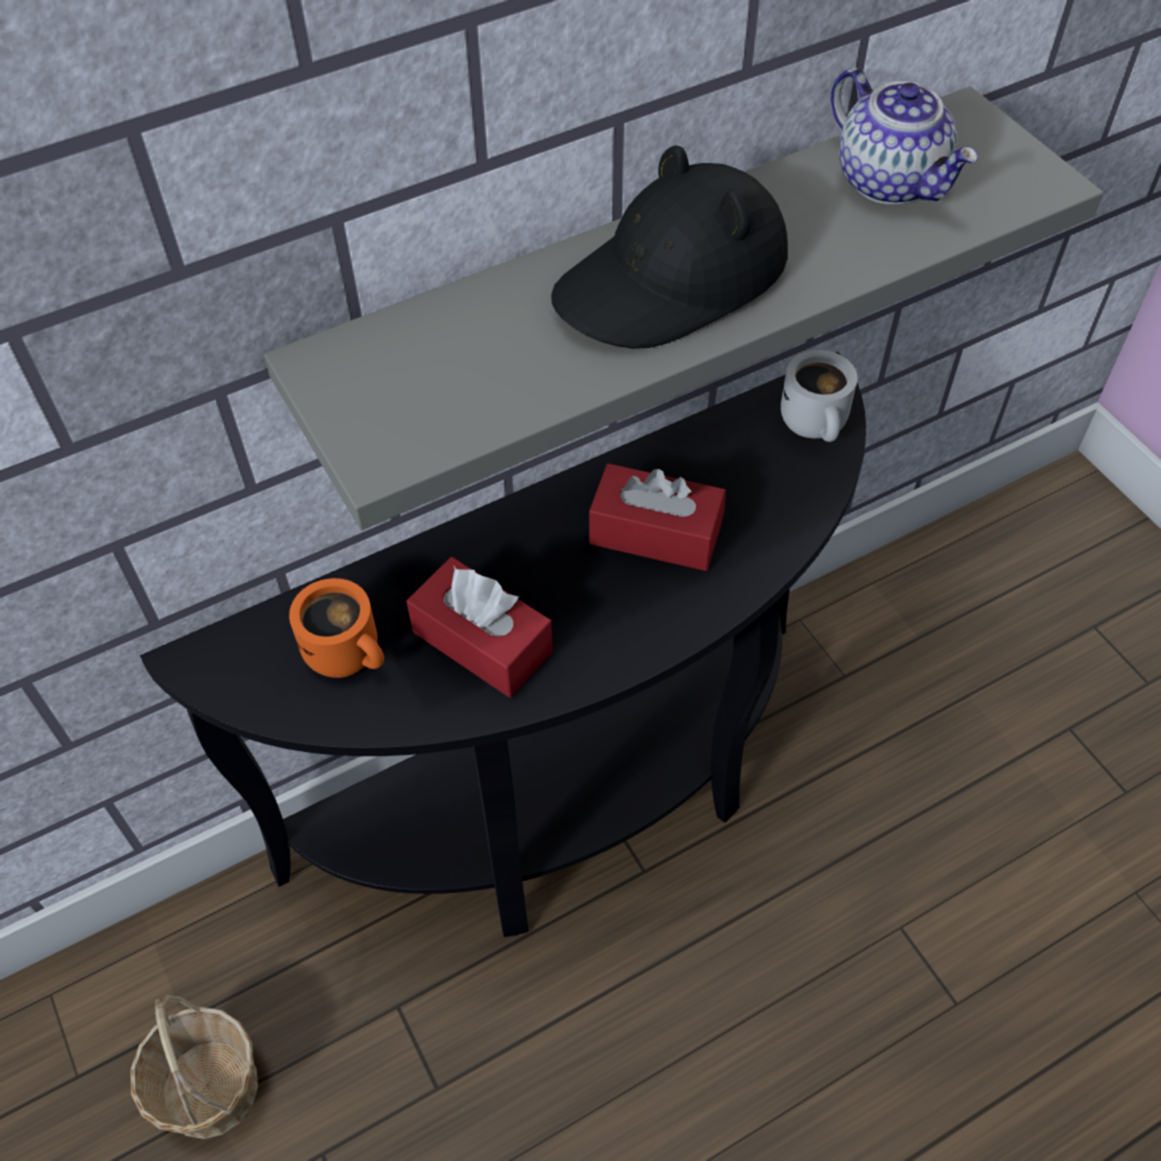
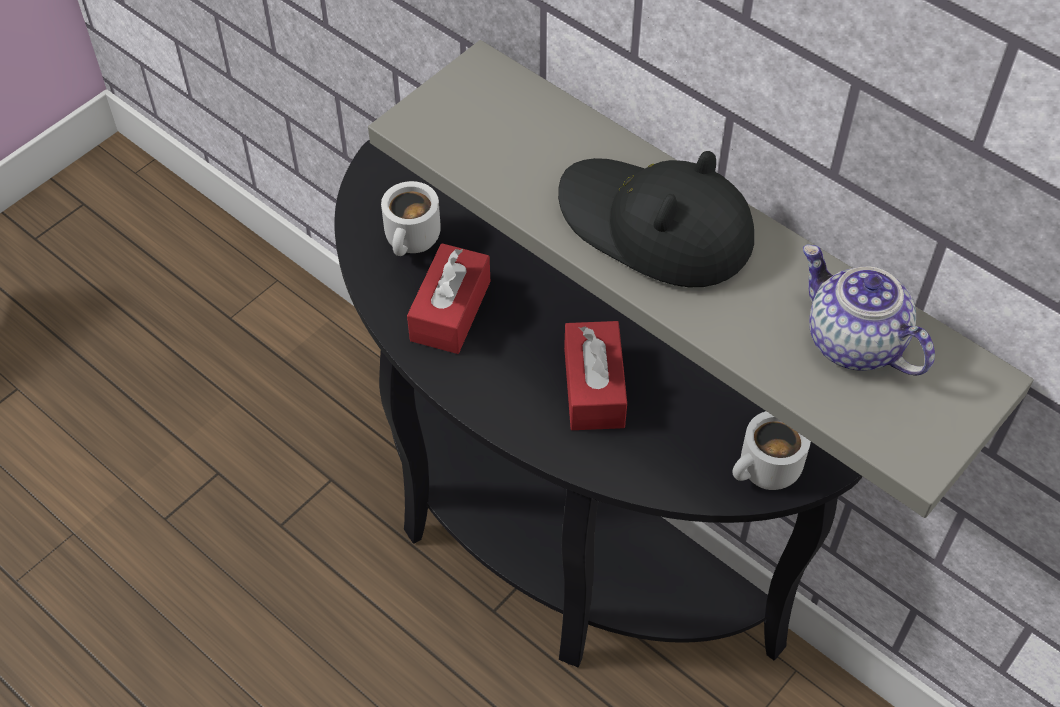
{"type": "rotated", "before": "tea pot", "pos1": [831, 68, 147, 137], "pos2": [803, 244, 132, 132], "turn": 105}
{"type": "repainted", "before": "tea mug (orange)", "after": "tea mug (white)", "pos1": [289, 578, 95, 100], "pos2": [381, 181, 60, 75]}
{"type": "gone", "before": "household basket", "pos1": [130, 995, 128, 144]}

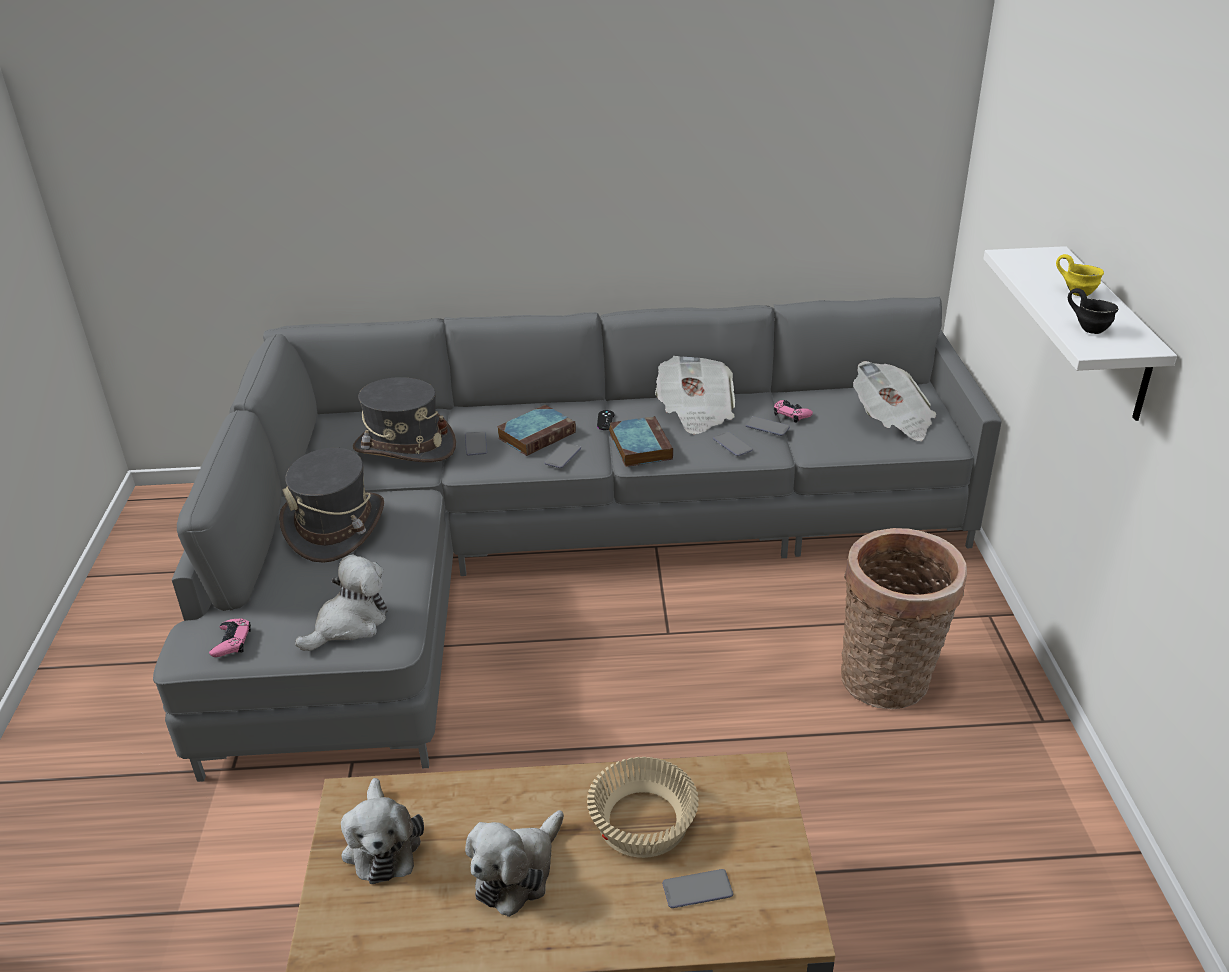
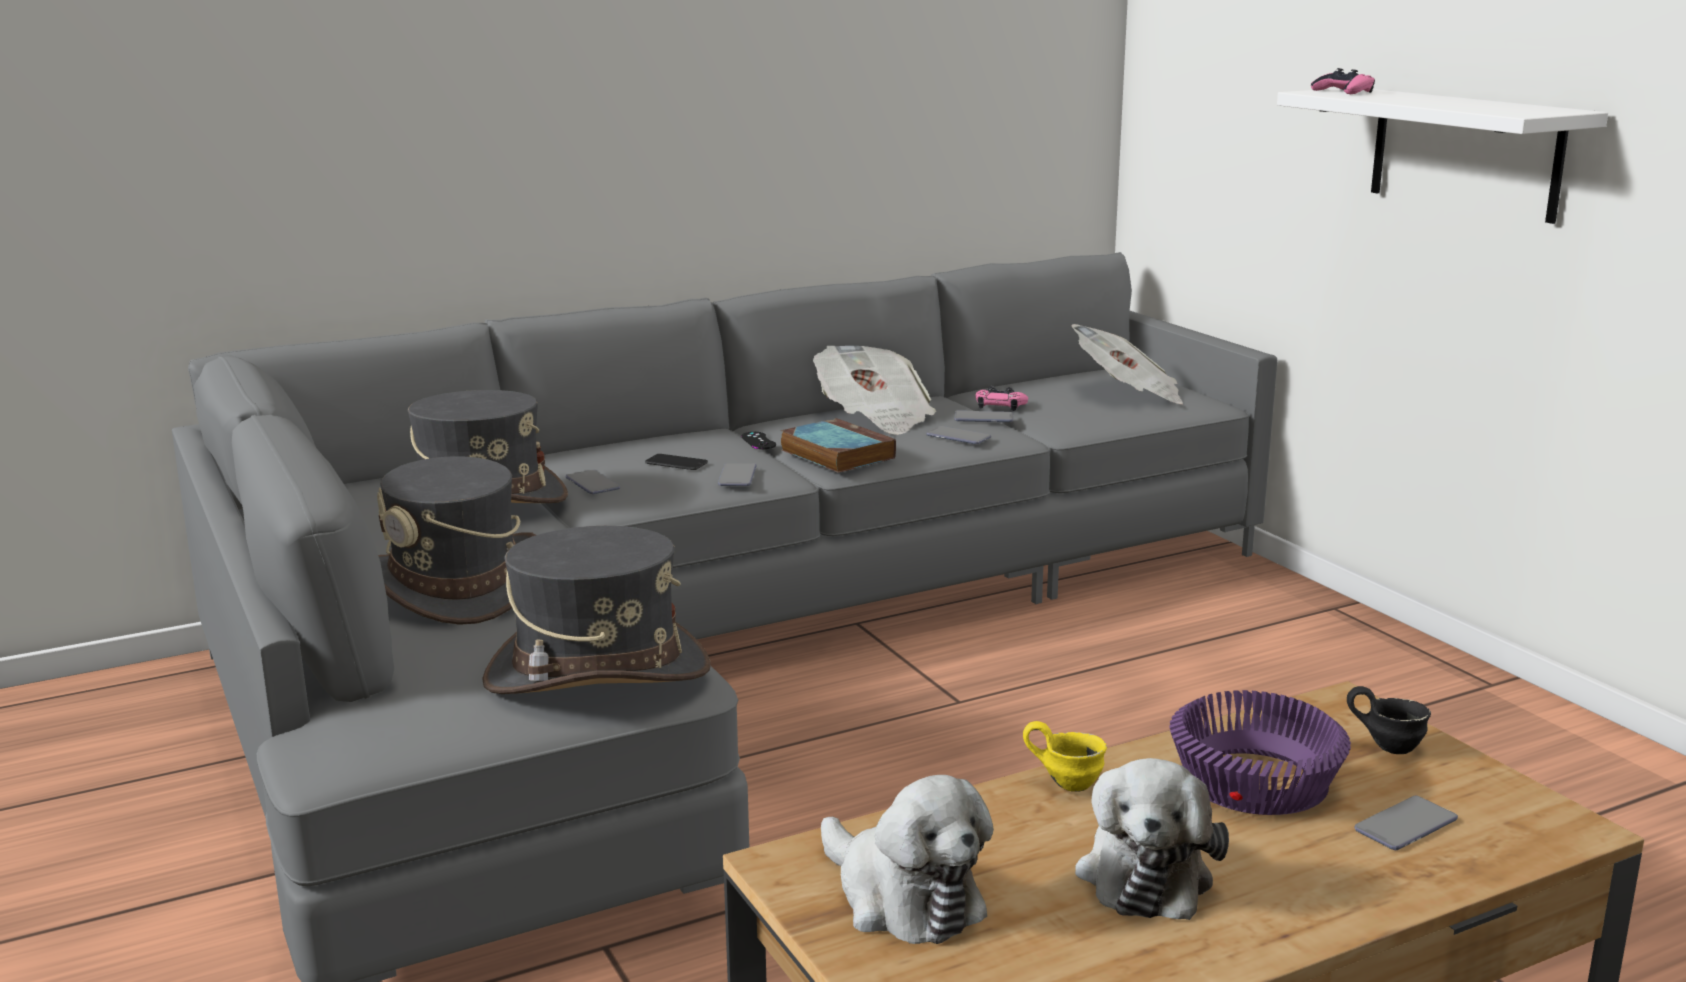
{"type": "shifted", "before": "tea mug (yellow)", "pos1": [1056, 254, 48, 42], "pos2": [1023, 721, 84, 71]}
{"type": "shifted", "before": "tea mug (black-coloured)", "pos1": [1068, 288, 50, 46], "pos2": [1347, 686, 84, 68]}
{"type": "swapped", "before": "bound book", "after": "handset", "pos1": [497, 405, 79, 51], "pos2": [645, 454, 63, 16]}
{"type": "gone", "before": "household basket", "pos1": [841, 528, 126, 181]}
{"type": "swapped", "before": "soft toy", "after": "hat (greyish)", "pos1": [295, 555, 92, 96], "pos2": [482, 526, 229, 168]}
{"type": "shifted", "before": "game controller (pink-coloured)", "pos1": [209, 619, 42, 38], "pos2": [1311, 68, 64, 26]}
{"type": "repainted", "before": "serving bowl (beige)", "after": "serving bowl (purple)", "pos1": [587, 757, 112, 101], "pos2": [1169, 690, 182, 125]}

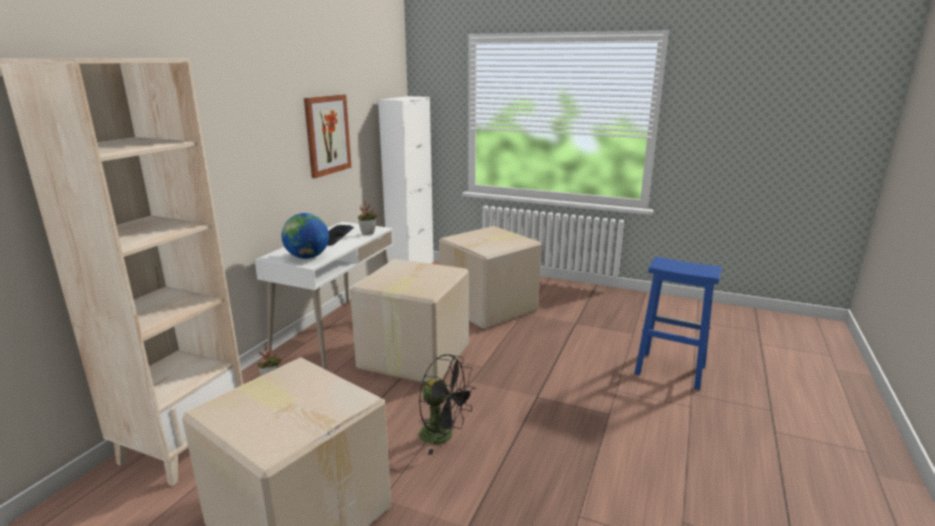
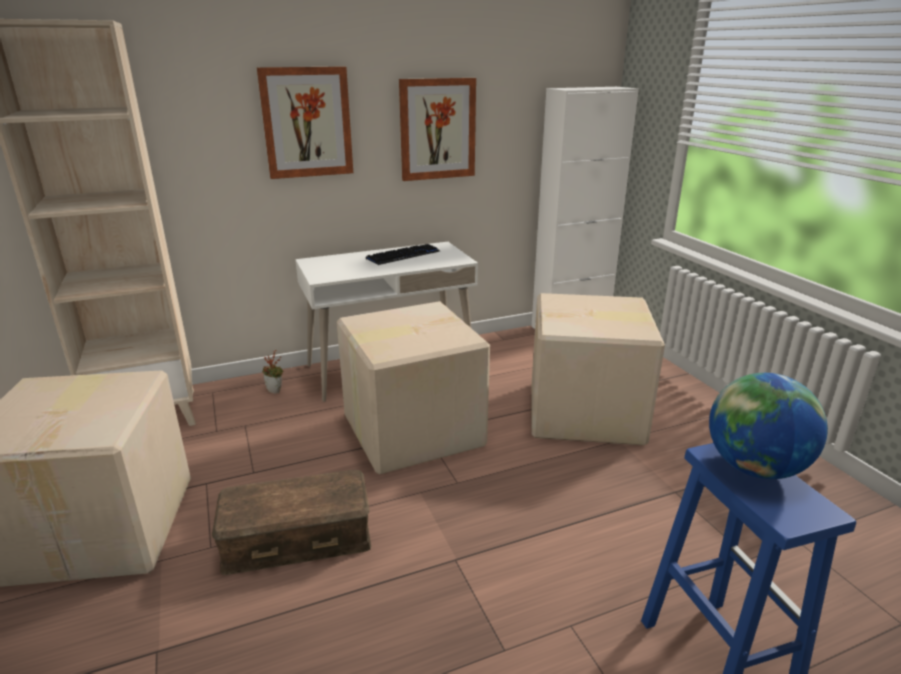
{"type": "gone", "before": "potted plant", "pos1": [358, 200, 20, 35]}
{"type": "shifted", "before": "desk globe", "pos1": [281, 213, 48, 46], "pos2": [709, 373, 119, 106]}
{"type": "swapped", "before": "cooling fan (black-coloured)", "after": "storage container (brown-coloured)", "pos1": [419, 354, 57, 101], "pos2": [212, 470, 159, 105]}
{"type": "new", "after": "wall picture", "pos2": [257, 67, 96, 112]}

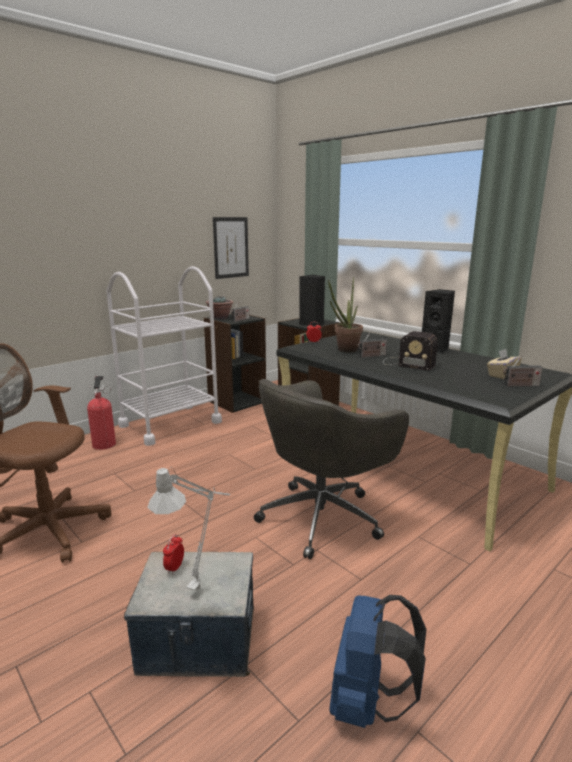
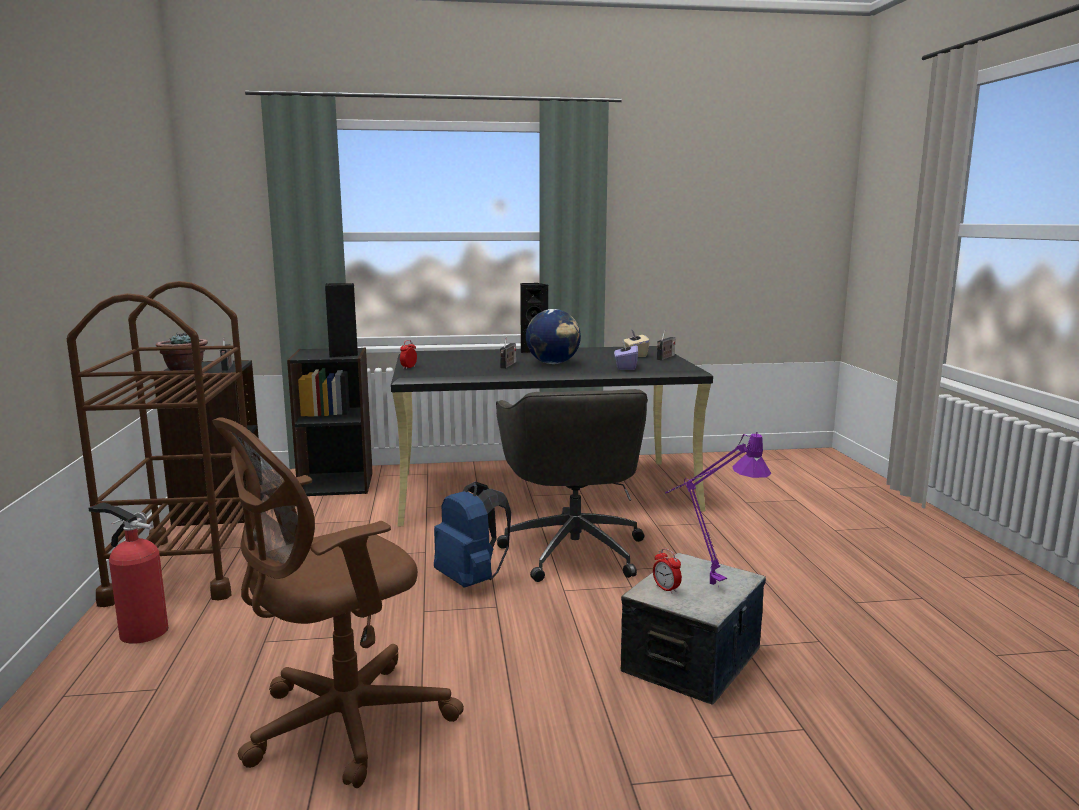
{"type": "gone", "before": "wall picture", "pos1": [213, 217, 36, 62]}
{"type": "repainted", "before": "wheeled cart (white)", "after": "wheeled cart (brown-coloured)", "pos1": [107, 266, 115, 180], "pos2": [67, 281, 189, 326]}
{"type": "gone", "before": "potted plant", "pos1": [328, 277, 35, 75]}
{"type": "swapped", "before": "radio receiver", "after": "desk globe", "pos1": [383, 331, 55, 40], "pos2": [526, 309, 55, 55]}
{"type": "repainted", "before": "lamp for a table (greyish)", "after": "lamp for a table (purple)", "pos1": [147, 466, 83, 128], "pos2": [665, 432, 107, 155]}
{"type": "shifted", "before": "rucksack (bluish)", "pos1": [330, 595, 97, 133], "pos2": [434, 482, 77, 106]}
{"type": "new", "after": "tissue holder (purple)", "pos2": [614, 339, 24, 31]}

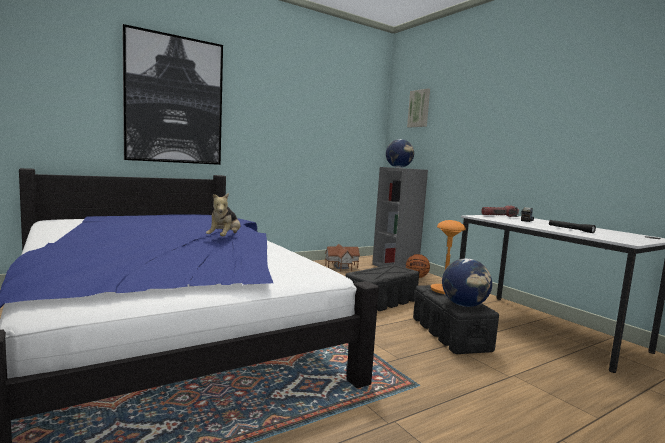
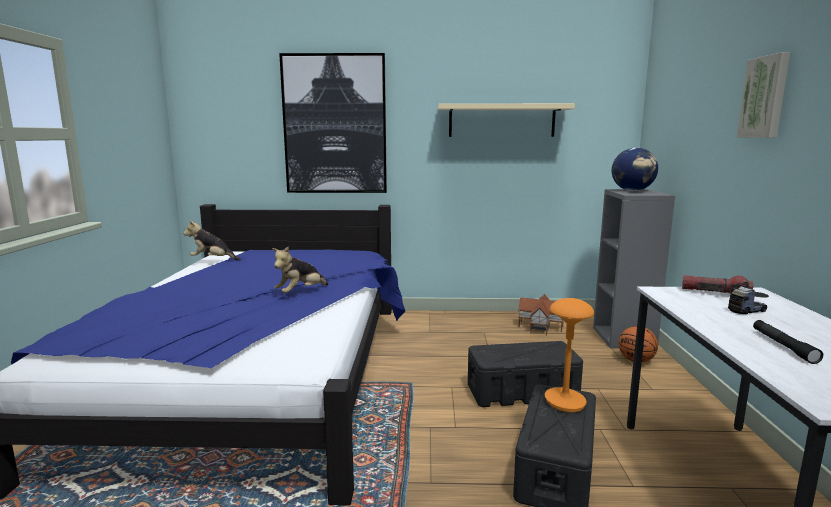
{"type": "shifted", "before": "wall picture", "pos1": [407, 88, 23, 40], "pos2": [737, 52, 53, 86]}
{"type": "gone", "before": "desk globe", "pos1": [442, 258, 50, 49]}
{"type": "new", "after": "shelf (beige)", "pos2": [438, 103, 137, 34]}
{"type": "new", "after": "soft toy", "pos2": [183, 220, 58, 41]}

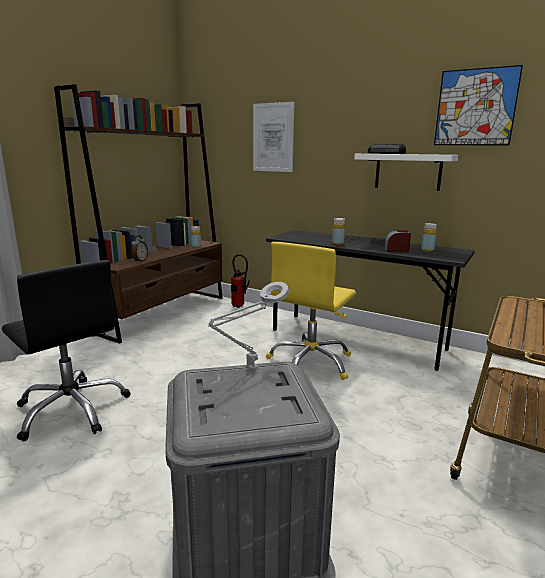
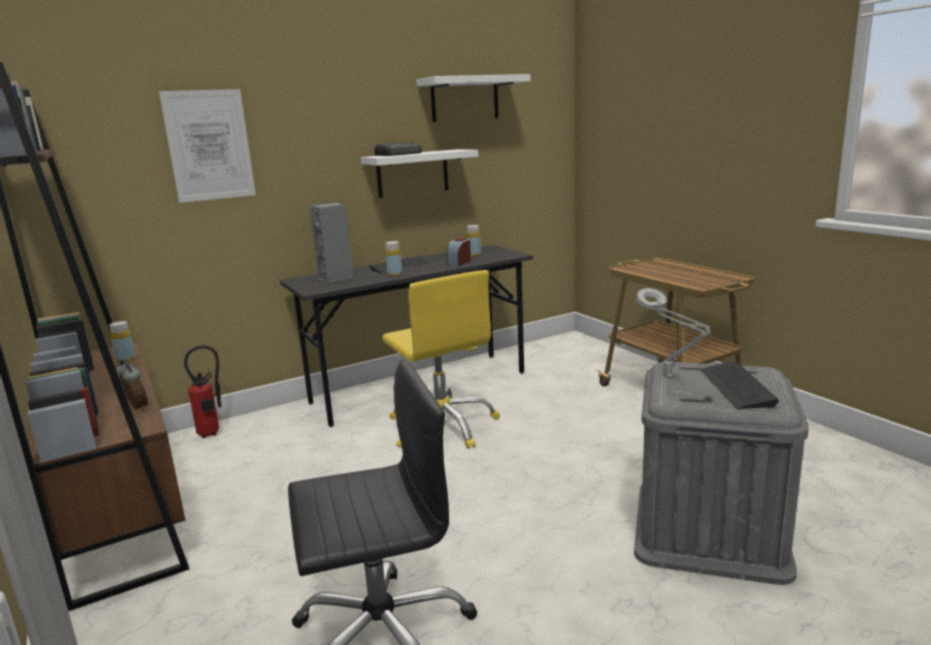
{"type": "swapped", "before": "wall picture", "after": "shelf (white)", "pos1": [434, 65, 89, 80], "pos2": [416, 74, 115, 48]}
{"type": "new", "after": "speaker (greyish)", "pos2": [309, 202, 44, 81]}
{"type": "new", "after": "PC keyboard", "pos2": [701, 361, 79, 48]}

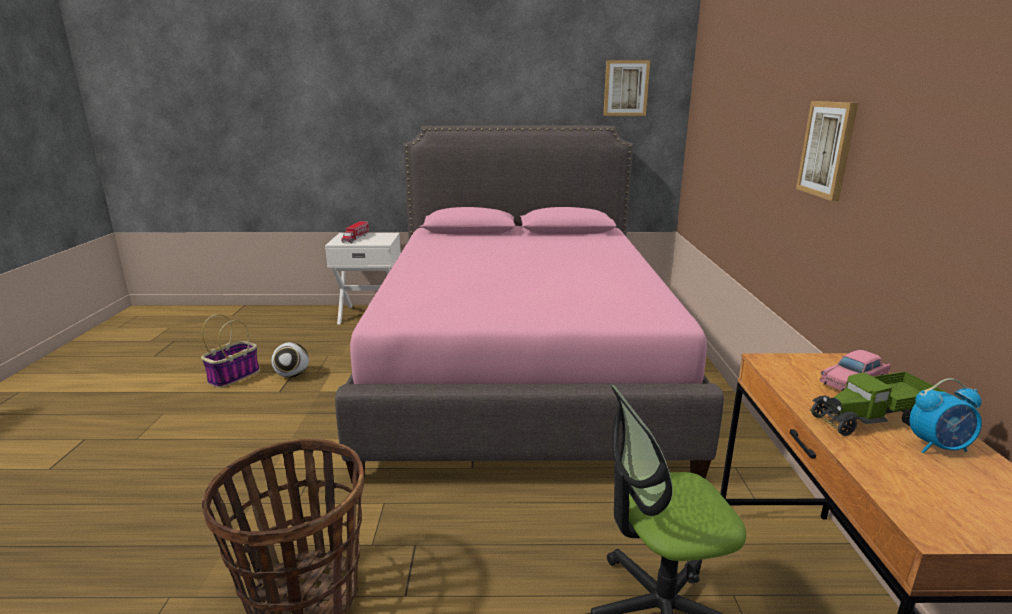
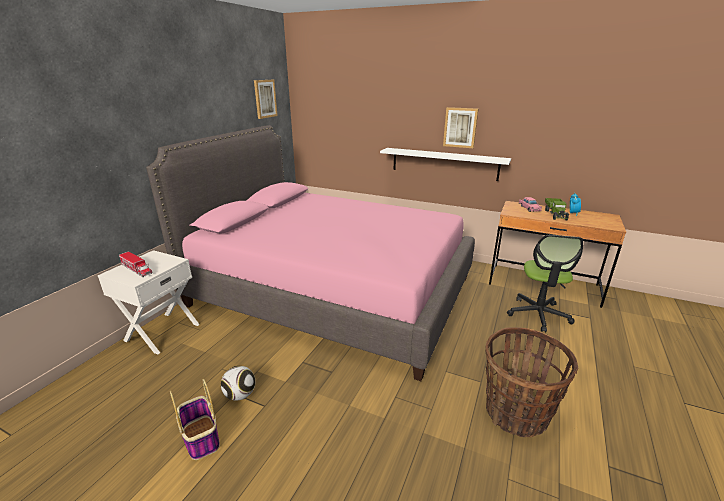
{"type": "new", "after": "shelf (white)", "pos2": [380, 148, 131, 33]}

